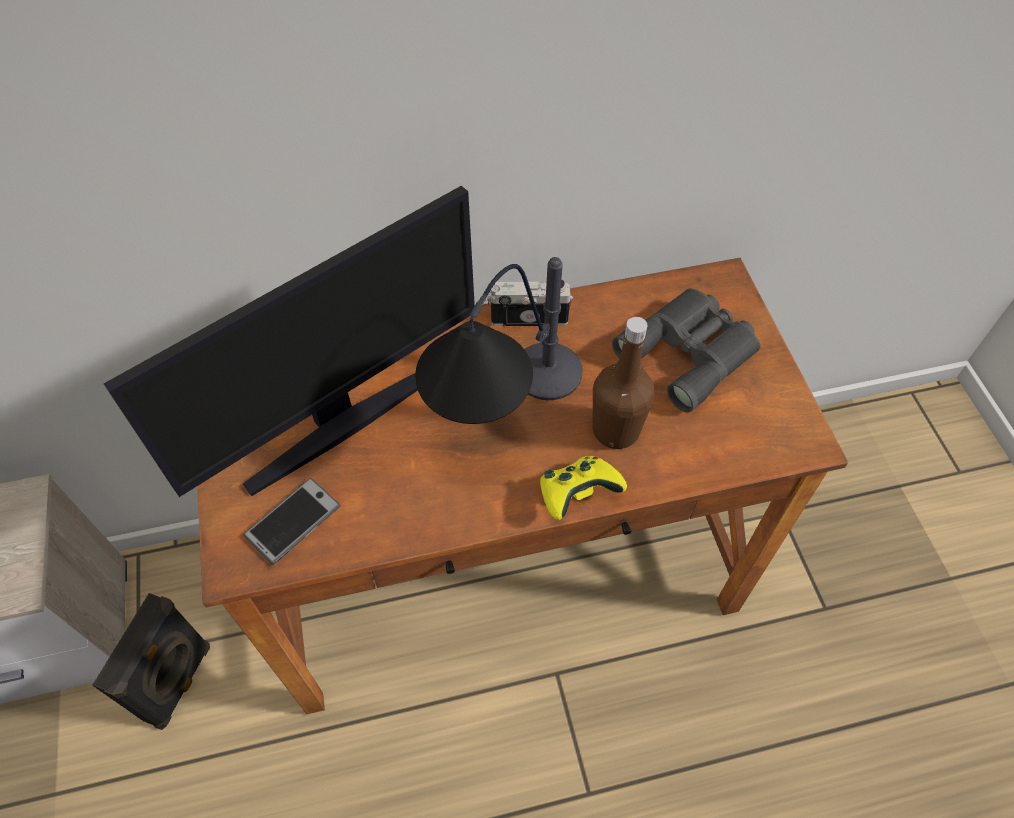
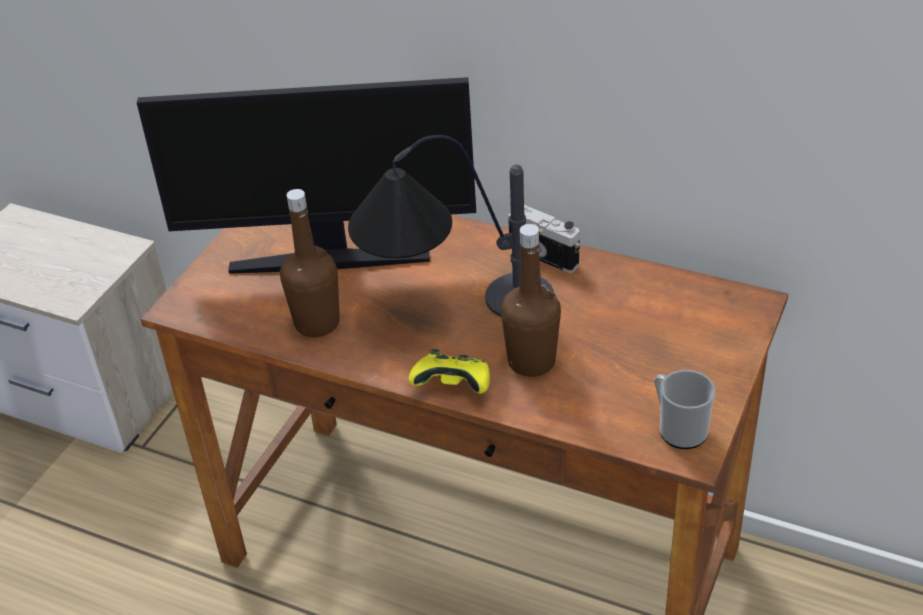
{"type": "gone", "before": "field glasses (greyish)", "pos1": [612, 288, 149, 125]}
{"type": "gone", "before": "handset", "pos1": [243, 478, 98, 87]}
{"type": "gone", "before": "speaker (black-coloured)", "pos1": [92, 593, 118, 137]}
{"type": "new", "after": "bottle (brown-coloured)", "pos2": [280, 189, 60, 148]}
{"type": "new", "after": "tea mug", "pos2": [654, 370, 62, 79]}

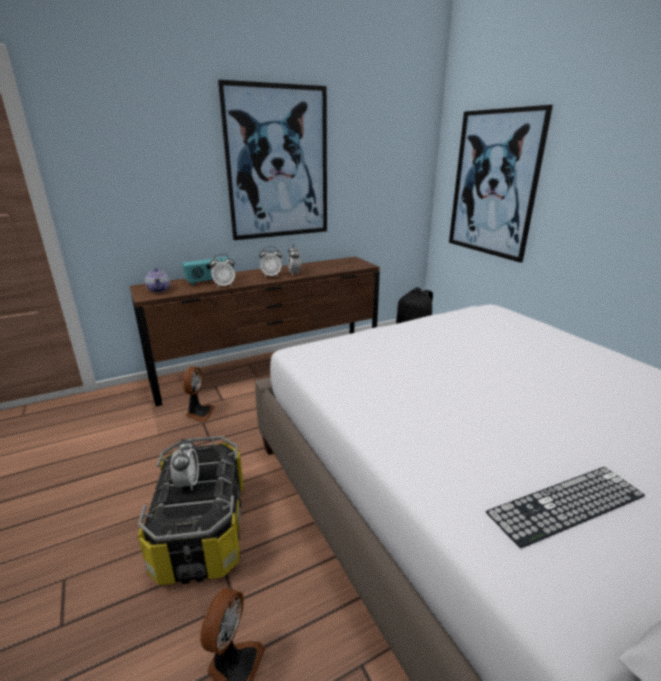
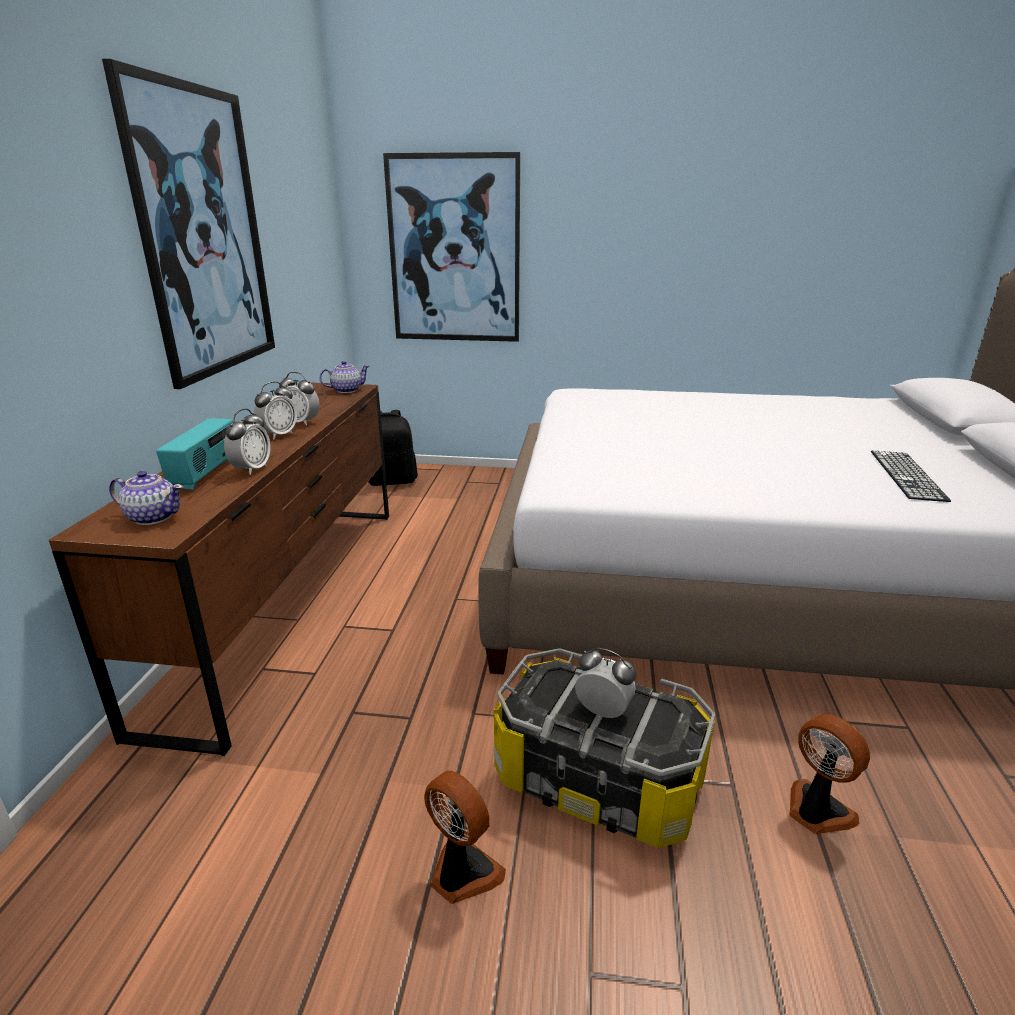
{"type": "shifted", "before": "cooling fan", "pos1": [183, 366, 32, 56], "pos2": [424, 771, 82, 133]}
{"type": "new", "after": "tea pot", "pos2": [319, 361, 51, 32]}

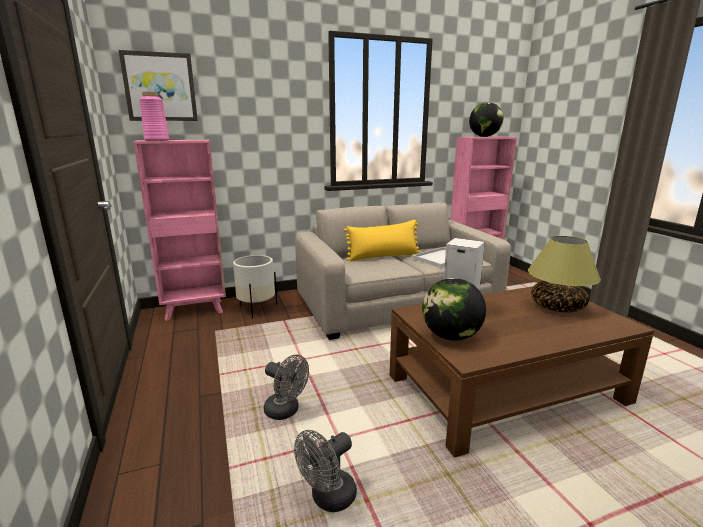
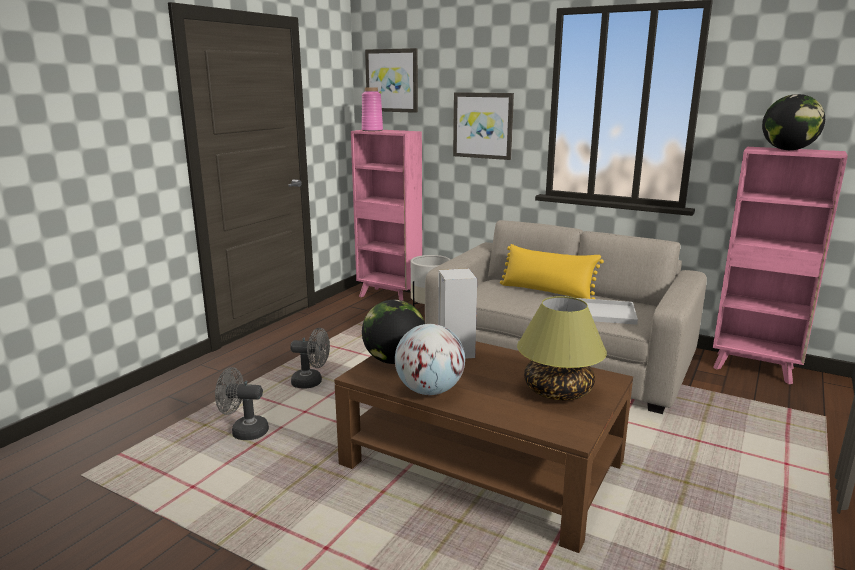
{"type": "rotated", "before": "cooling fan (greyish)", "pos1": [264, 355, 45, 65], "pos2": [290, 328, 40, 60], "turn": -75}
{"type": "new", "after": "wall picture", "pos2": [453, 92, 61, 68]}
{"type": "new", "after": "desk globe", "pos2": [395, 324, 70, 71]}

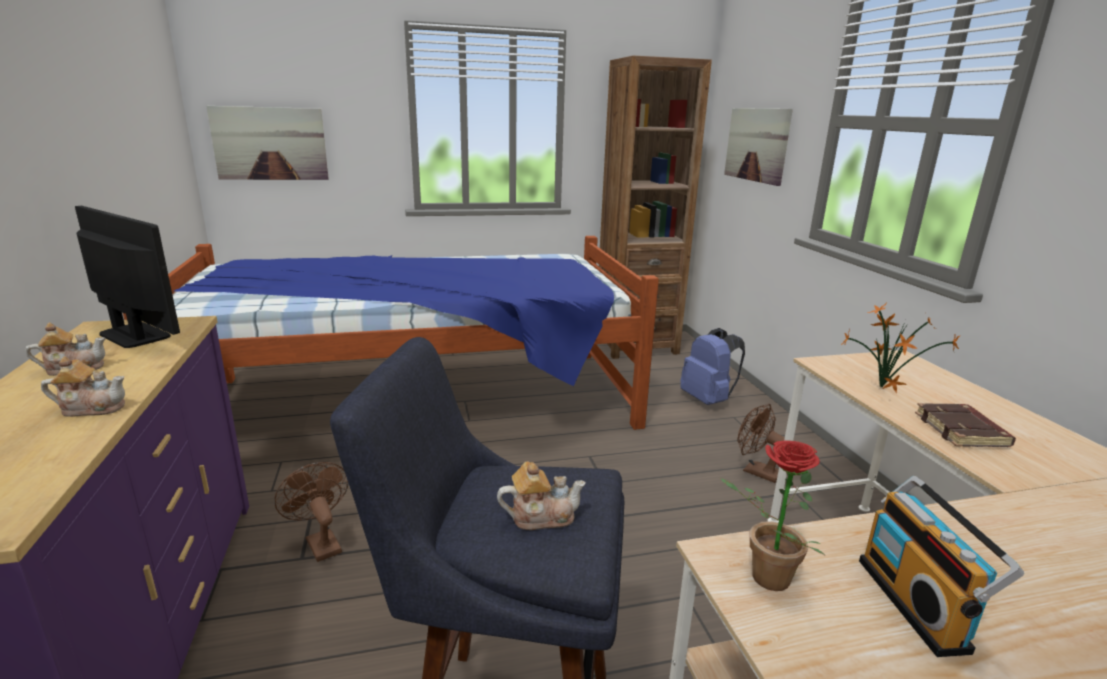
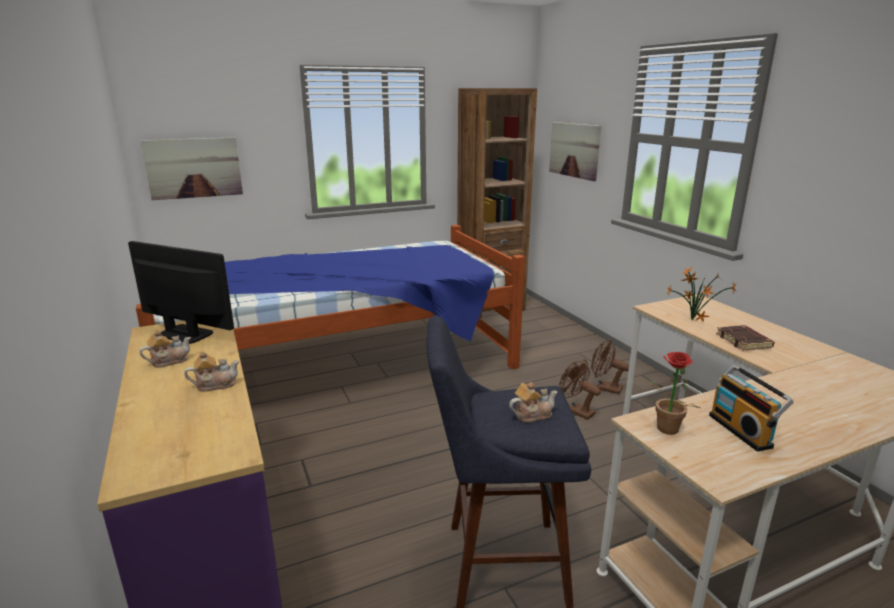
{"type": "gone", "before": "rucksack (bluish)", "pos1": [680, 328, 65, 77]}
{"type": "shifted", "before": "cooling fan (brown-coloured)", "pos1": [274, 462, 74, 100], "pos2": [560, 360, 41, 60]}

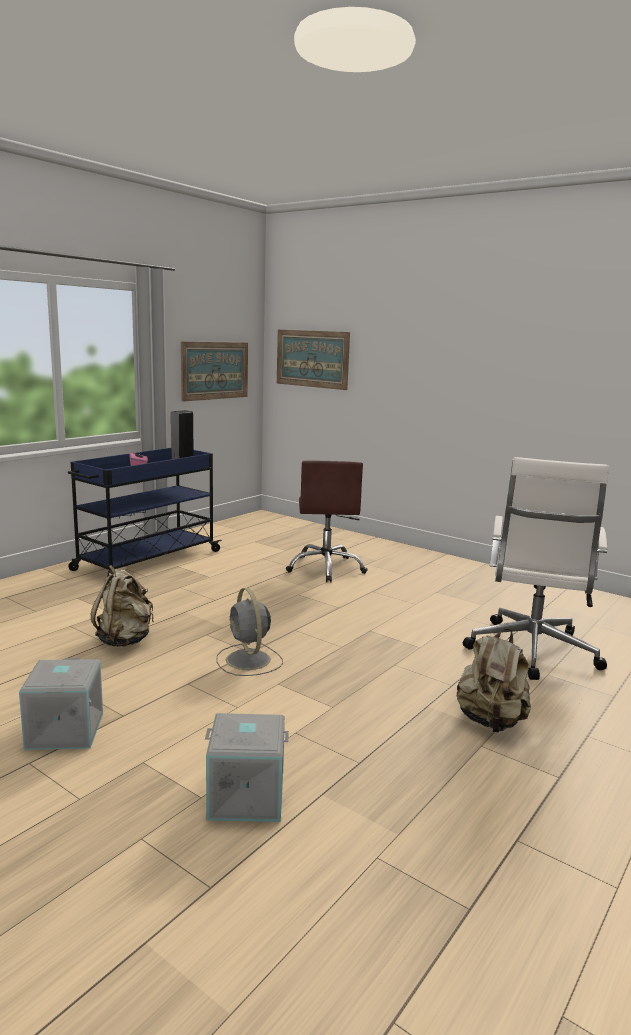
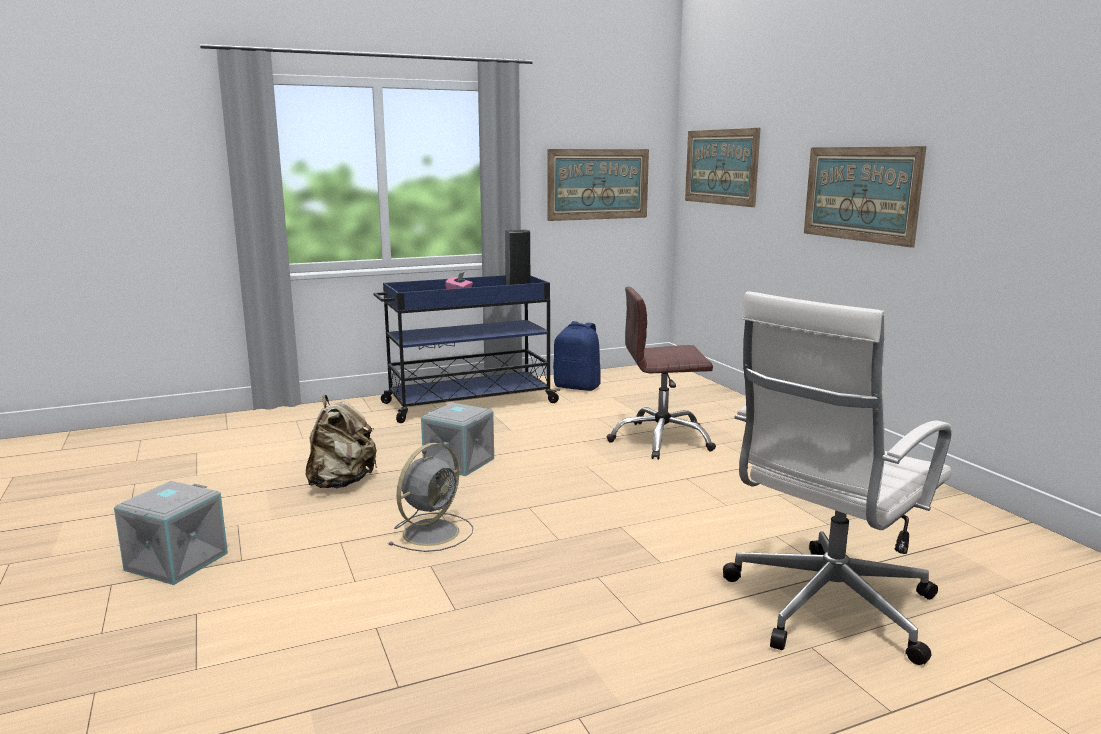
{"type": "rotated", "before": "office chair (brown-coloured)", "pos1": [286, 461, 81, 121], "pos2": [607, 286, 109, 174], "turn": 60}
{"type": "rotated", "before": "cooling fan (greyish)", "pos1": [216, 588, 67, 88], "pos2": [388, 443, 85, 109], "turn": -150}
{"type": "gone", "before": "rucksack (beige)", "pos1": [457, 629, 74, 104]}
{"type": "shifted", "before": "storage container (greyish)", "pos1": [205, 713, 84, 109], "pos2": [421, 403, 73, 73]}
{"type": "new", "after": "wall picture", "pos2": [804, 146, 122, 102]}
{"type": "new", "after": "rucksack (bluish)", "pos2": [554, 321, 47, 70]}

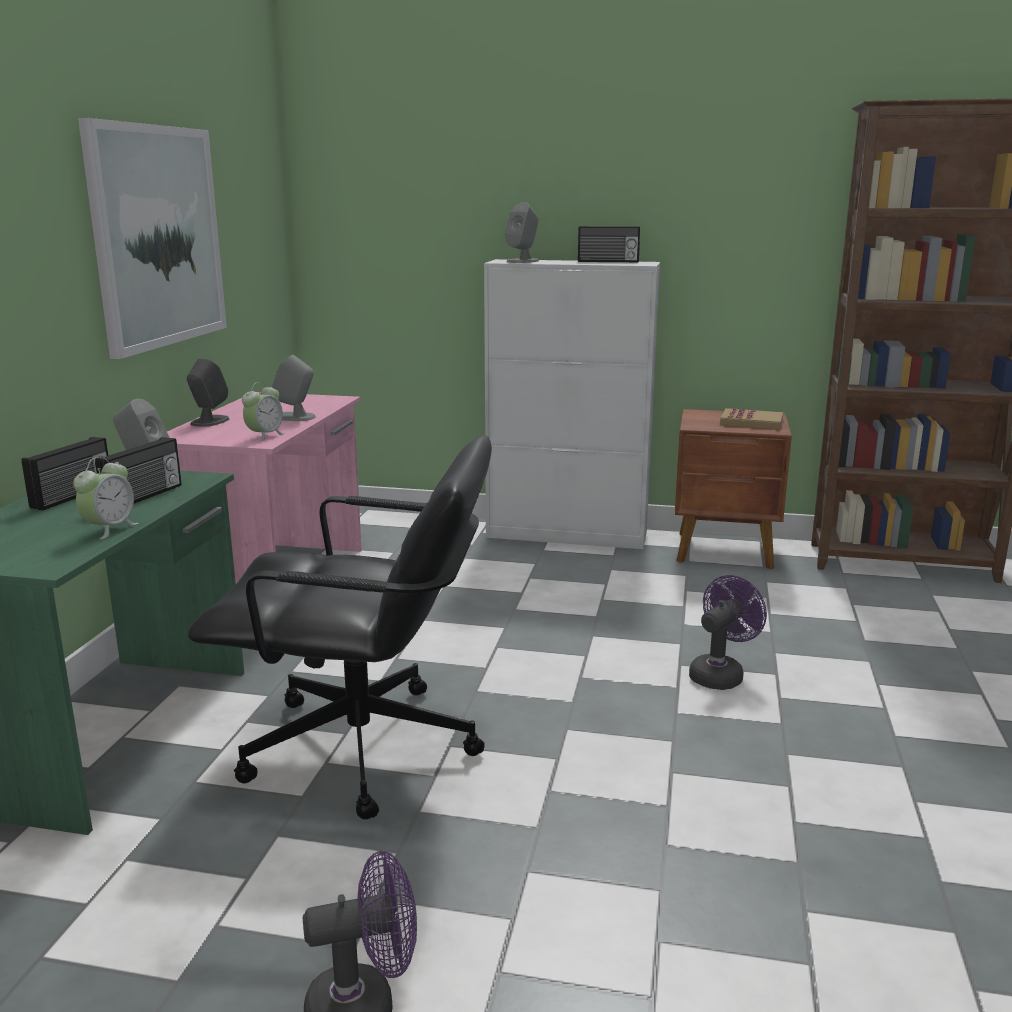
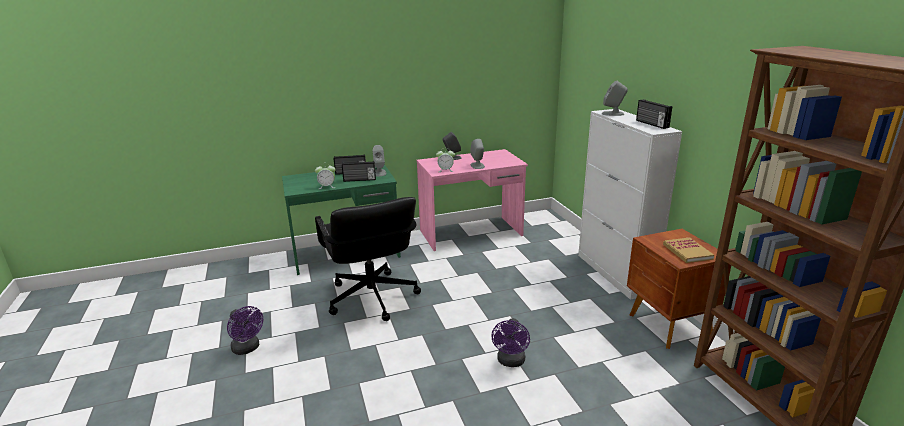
{"type": "gone", "before": "wall picture", "pos1": [78, 118, 149, 241]}
{"type": "rotated", "before": "cooling fan (purple)", "pos1": [689, 575, 78, 115], "pos2": [491, 318, 39, 49], "turn": 90}

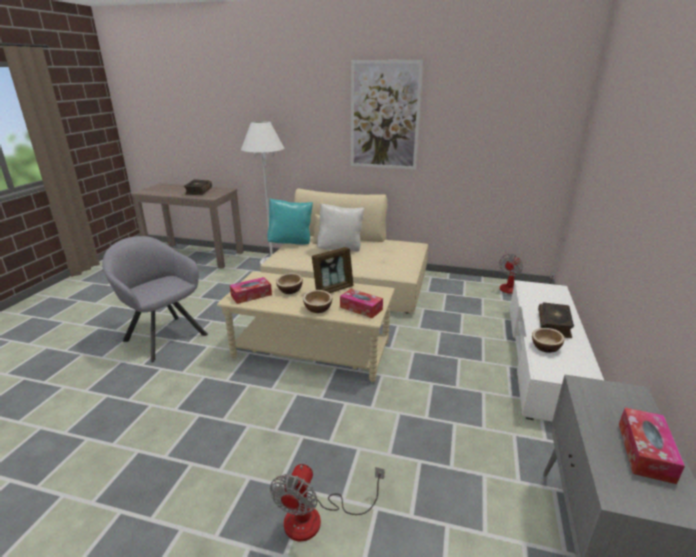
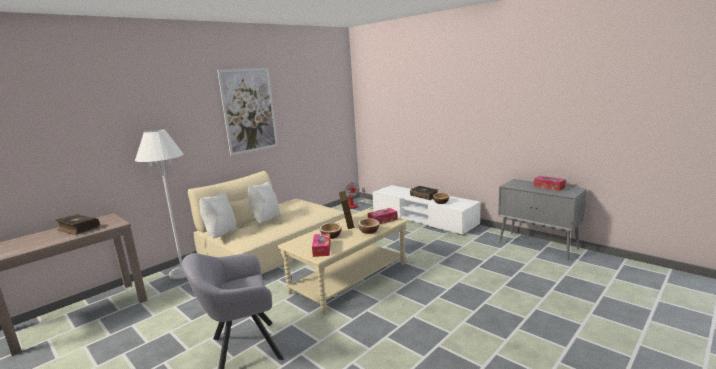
{"type": "repainted", "before": "pillow (turquoise)", "after": "pillow (white)", "pos1": [267, 198, 46, 47], "pos2": [199, 193, 38, 45]}
{"type": "gone", "before": "cooling fan", "pos1": [270, 464, 115, 78]}

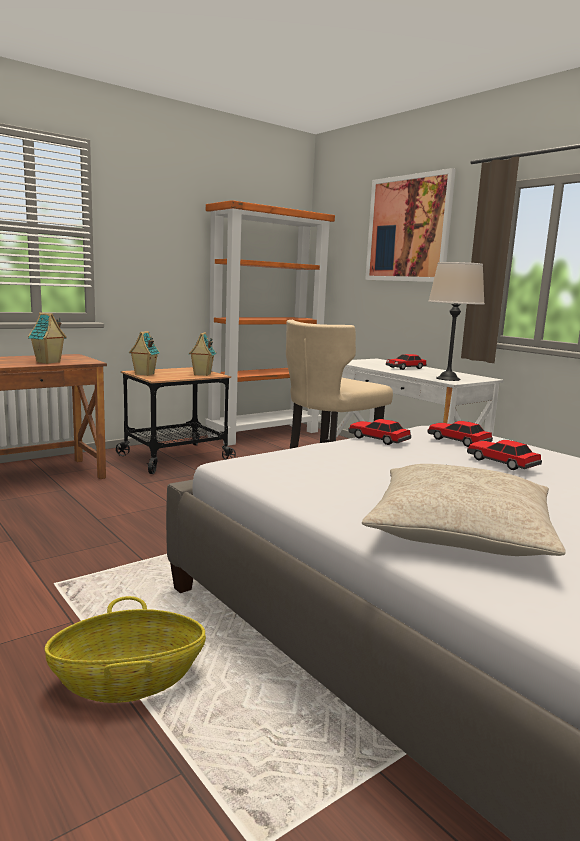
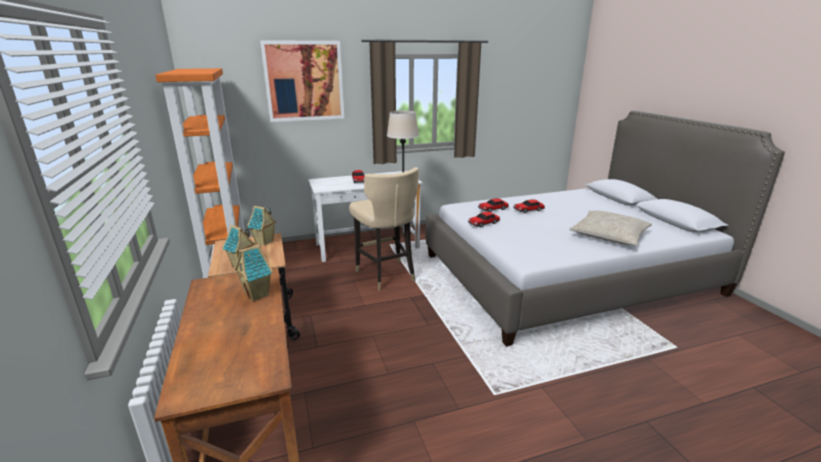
{"type": "gone", "before": "household basket", "pos1": [45, 596, 161, 107]}

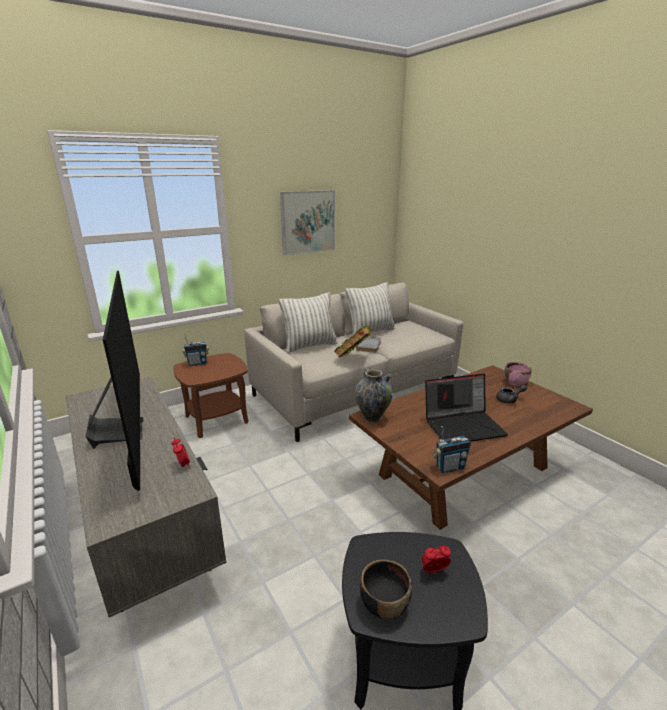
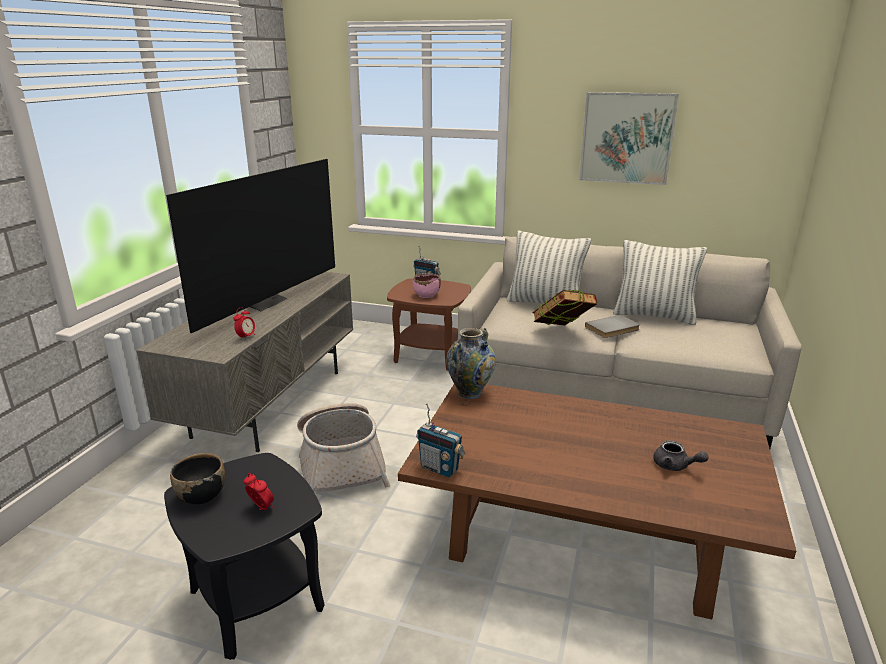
{"type": "shifted", "before": "serving bowl (pink-coloured)", "pos1": [504, 362, 28, 24], "pos2": [413, 273, 28, 25]}
{"type": "gone", "before": "notebook computer", "pos1": [425, 374, 83, 68]}
{"type": "new", "after": "household basket", "pos2": [297, 403, 93, 89]}

